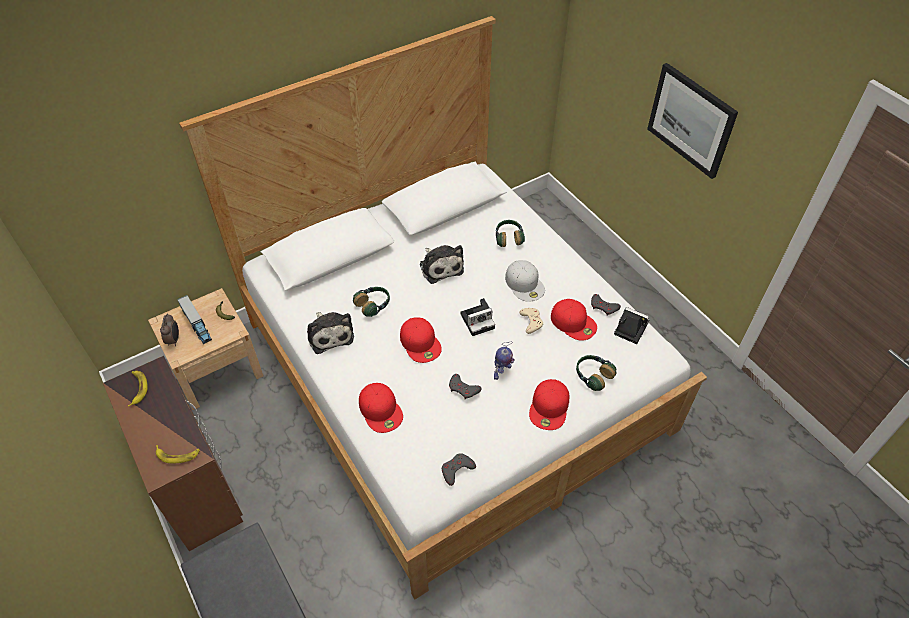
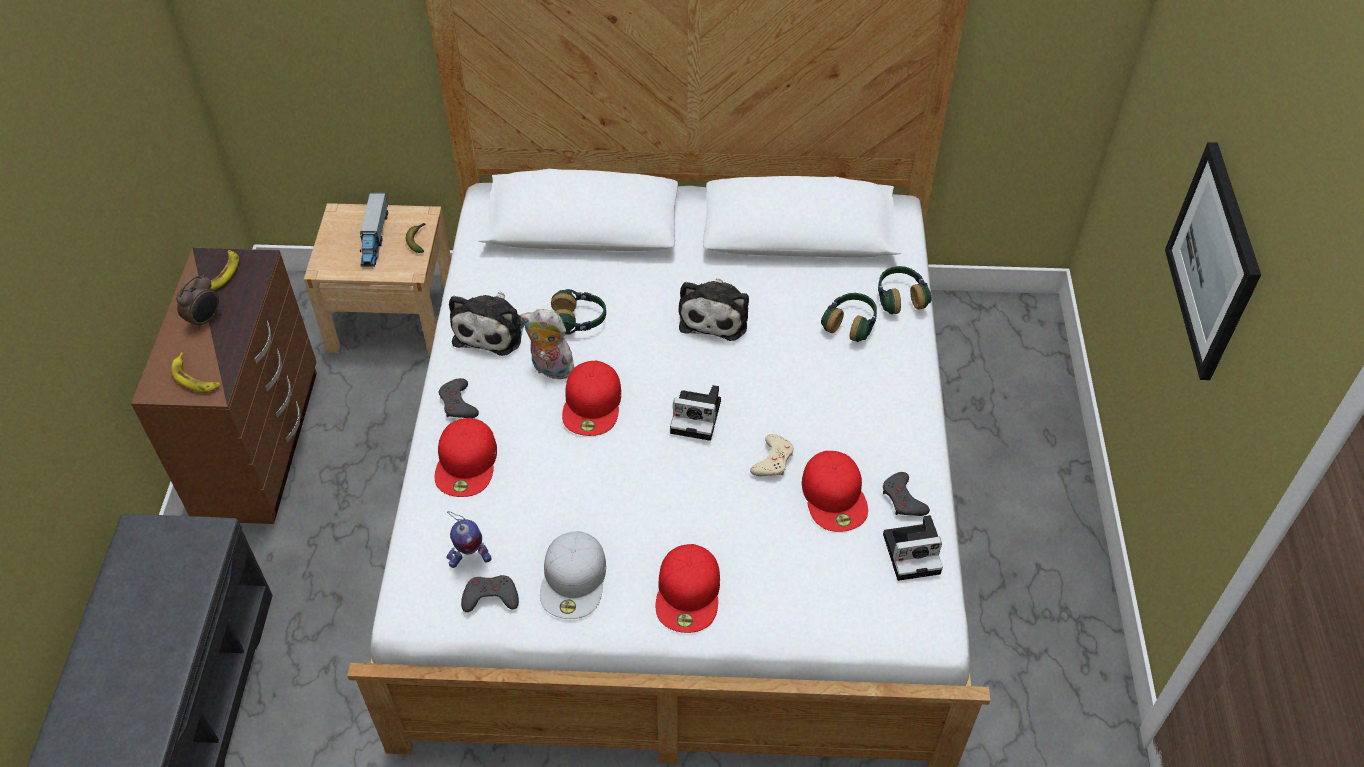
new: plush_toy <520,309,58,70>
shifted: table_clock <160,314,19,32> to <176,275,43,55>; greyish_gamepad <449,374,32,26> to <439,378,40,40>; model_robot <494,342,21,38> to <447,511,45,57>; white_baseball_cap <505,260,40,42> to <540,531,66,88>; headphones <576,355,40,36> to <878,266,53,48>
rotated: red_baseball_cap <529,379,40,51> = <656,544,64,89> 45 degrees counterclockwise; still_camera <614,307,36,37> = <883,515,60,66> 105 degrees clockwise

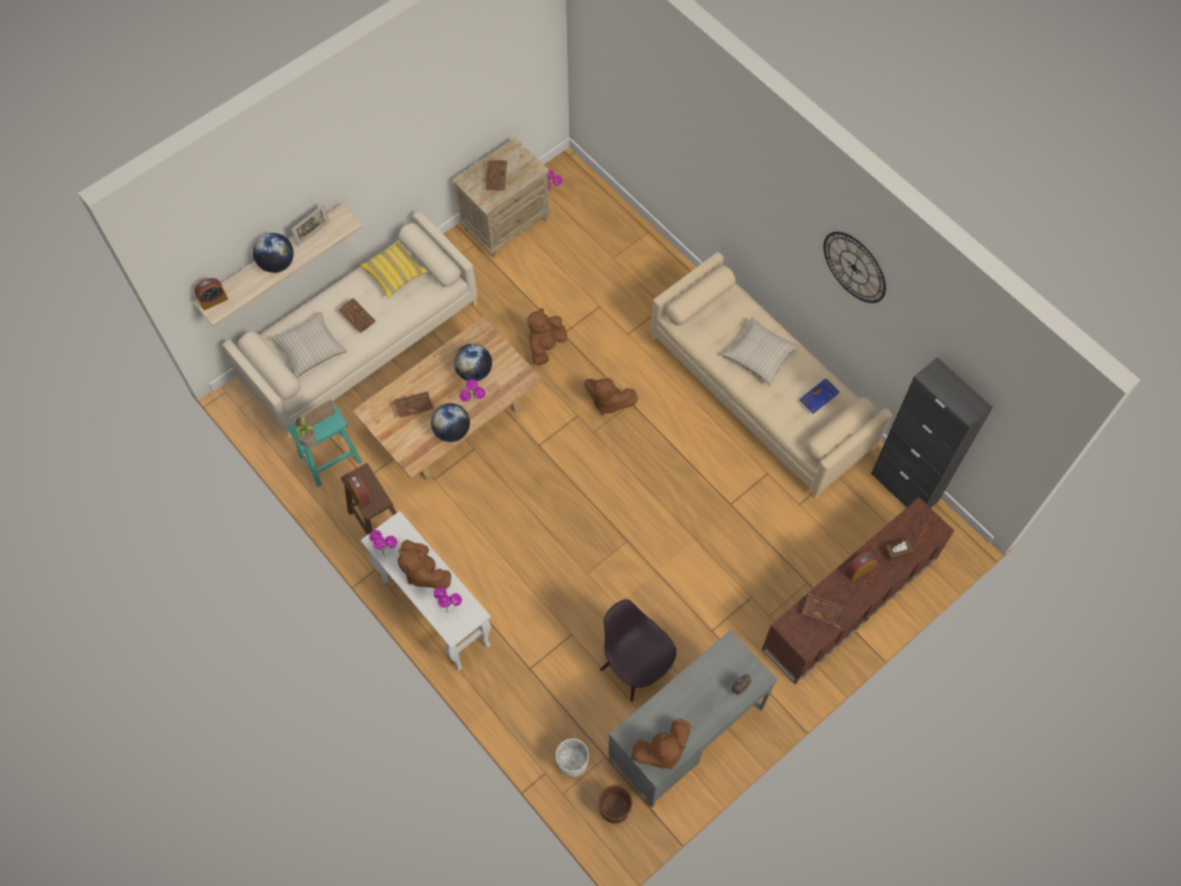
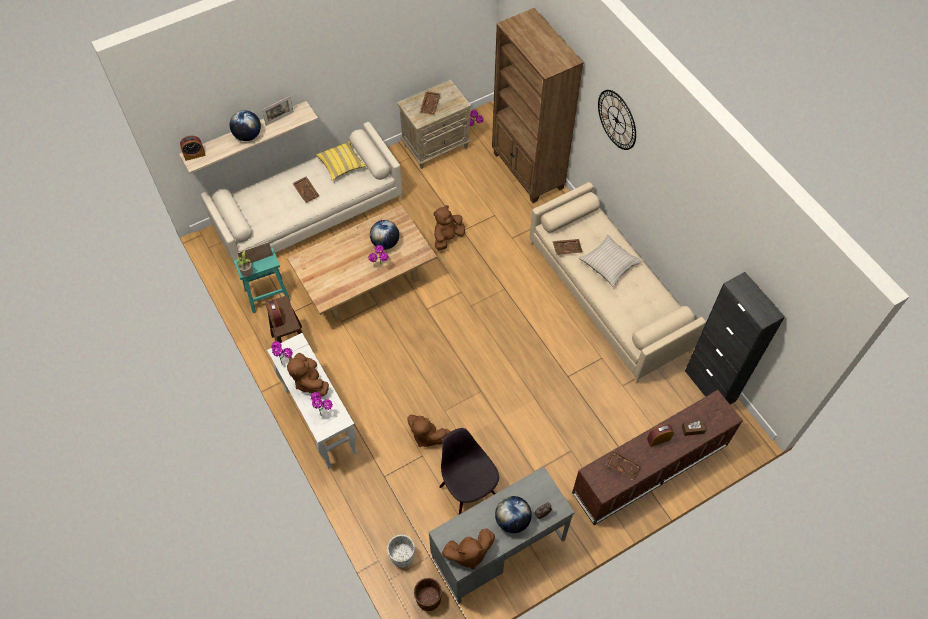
gone: beige-coloured_cushion <271,311,76,66>; blue_serving_tray <799,378,41,36>
new: brown-coloured_bookcase <492,8,92,195>
shifted: brown-coloured_plush_toy <584,378,54,37> to <407,415,43,33>; globe <431,403,39,39> to <495,496,37,37>; brown-coloured_serving_tray <393,391,41,27> to <553,239,30,16>; clock_on_the_wall <823,232,63,71> to <598,90,38,60>

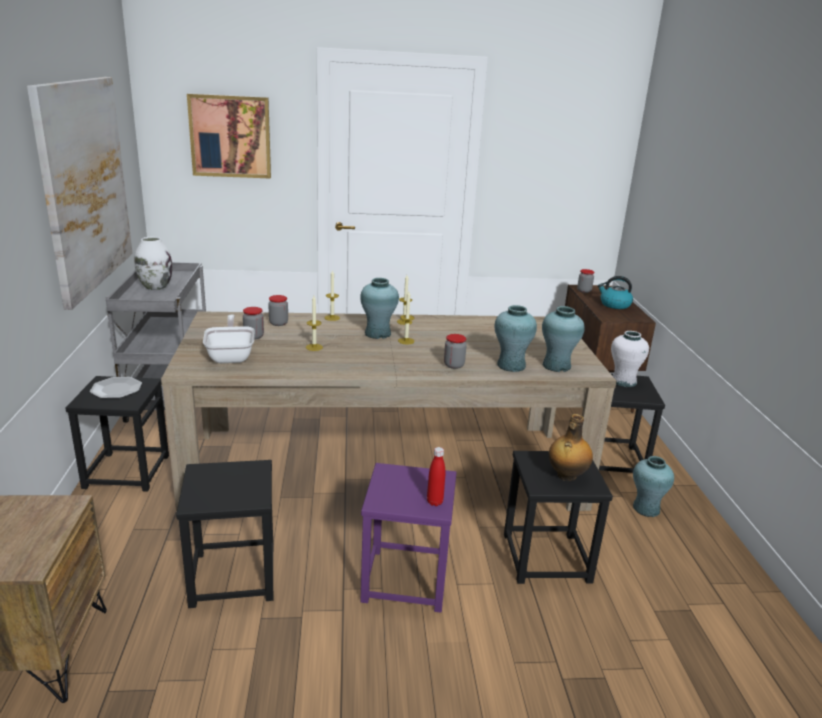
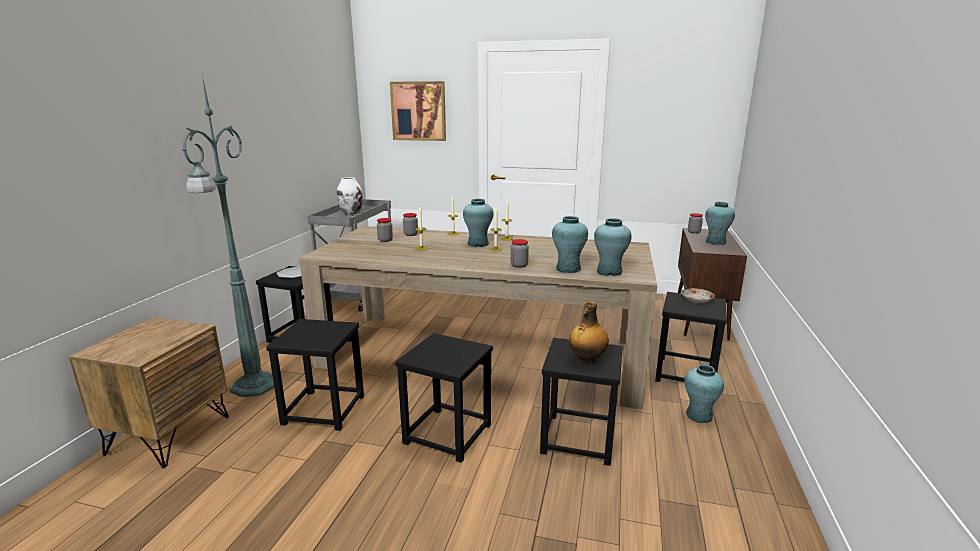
gone: wall_art <27,77,106,233>; skillet <203,315,51,48>; red_drink_bottle <427,447,18,59>
new: greenish_standard_lamp <182,75,92,322>
swapped: white_vase <611,331,38,56> to plate <681,288,34,16>; tea_kettle <598,276,35,33> to turquoise_vase <705,202,30,43>
repainted: purplish_stool_seat <361,463,96,150> to black-coloured_stool_seat <395,333,98,130>

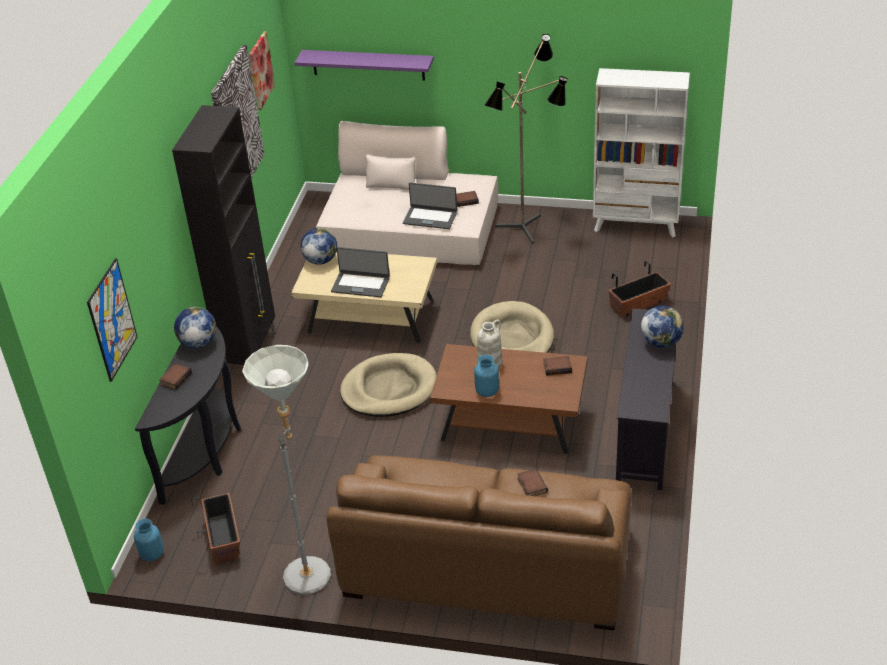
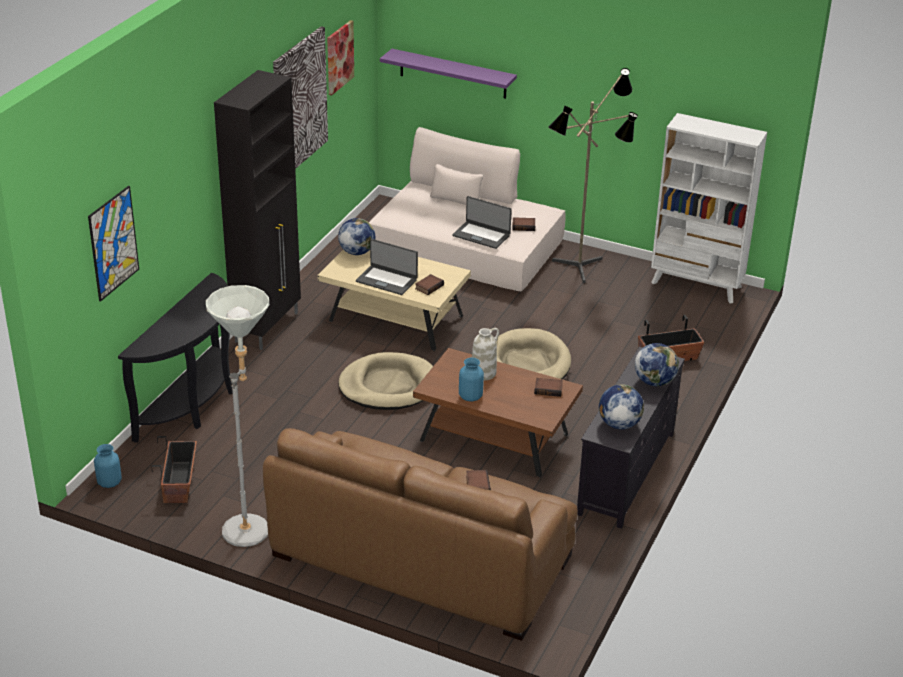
shifted: volume <159,363,33,27> to <415,274,29,21>; globe <174,307,42,41> to <599,384,45,45>

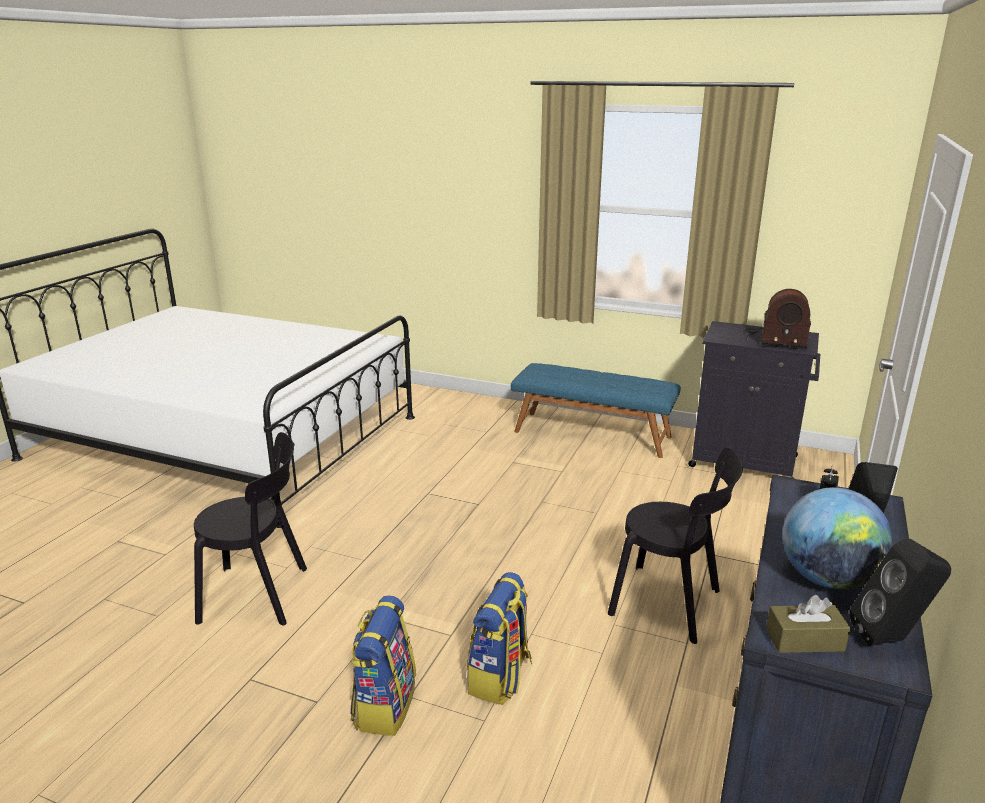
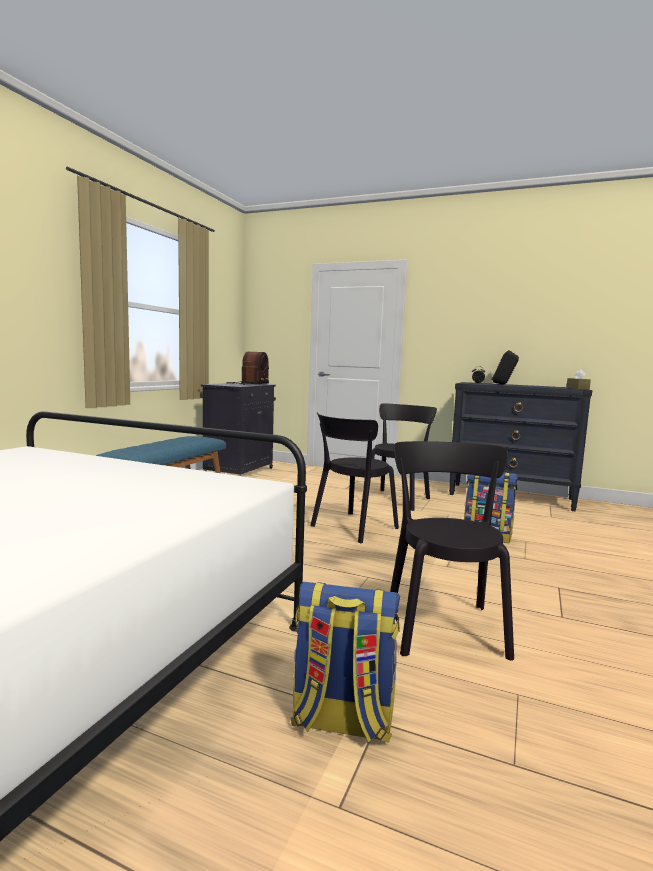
gone: globe <783,487,110,103>; black-coloured_audio_speaker <850,539,101,107>
new: black-coloured_plain_chair <310,413,89,130>
shifted: backpack <350,596,66,140> to <291,582,109,161>

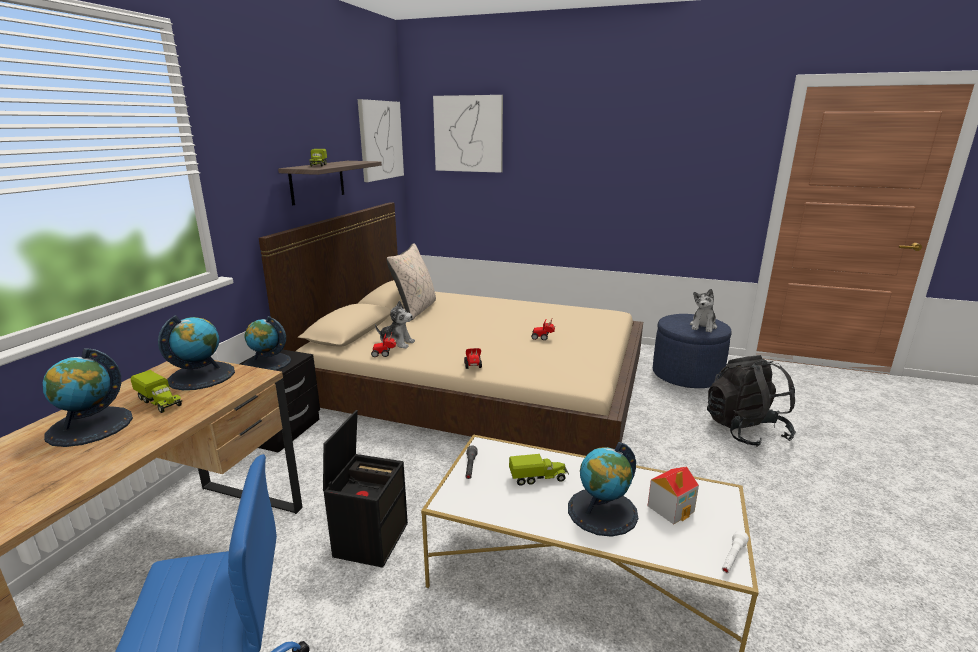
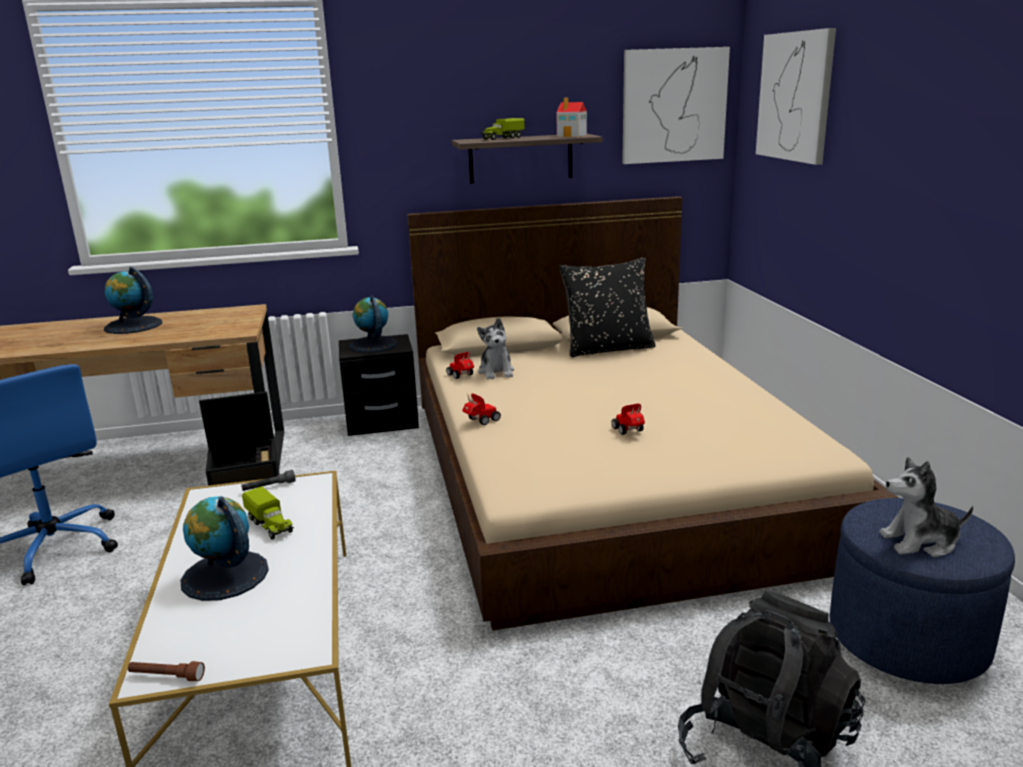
gone: toy_truck <130,370,52,43>; globe <158,315,77,75>
shifted: miniature_house <648,466,51,59> to <556,97,31,40>
repainted: white_torch <722,530,27,43> to brown-coloured_torch <128,661,77,20>; beige-coloured_cushion <387,243,49,77> to black-coloured_cushion <559,257,96,100>

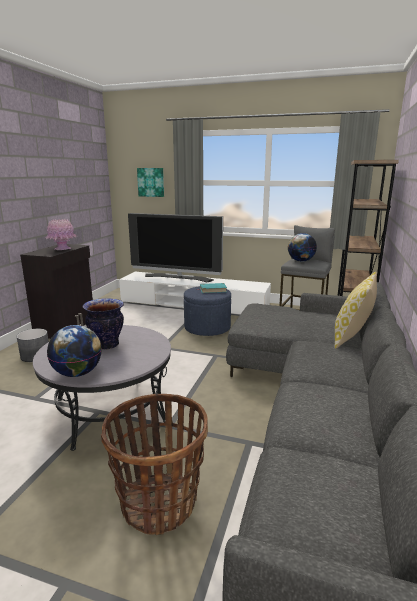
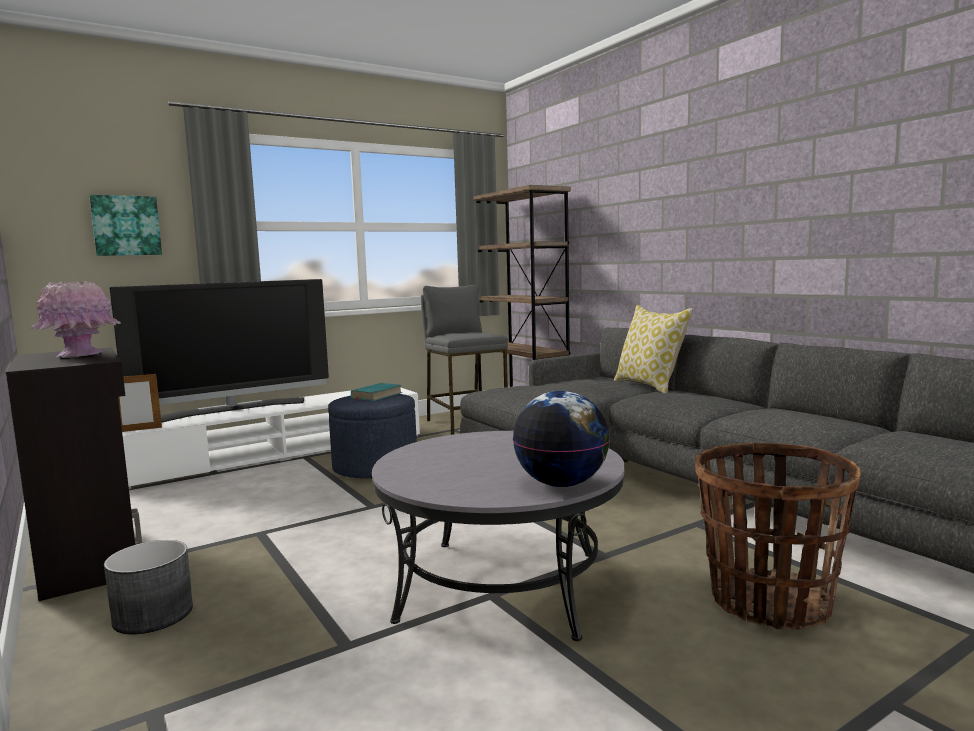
gone: vase <82,298,42,52>; globe <288,233,29,29>
new: picture_frame <118,372,44,60>

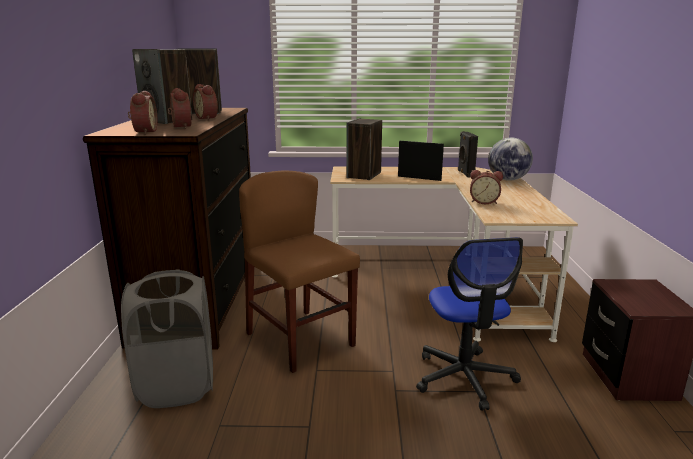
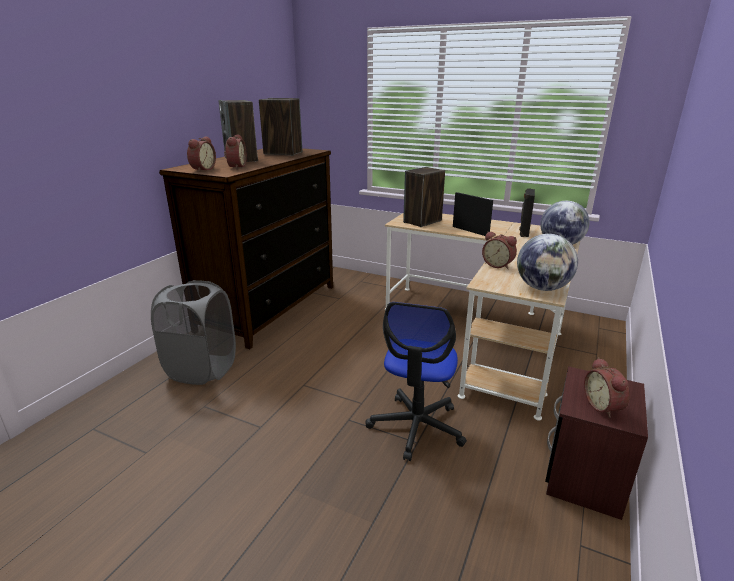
gone: brown-coloured_plain_chair <239,170,121,203>
new: globe <517,234,61,57>
shifted: table_clock <193,84,25,36> to <584,357,46,61>

